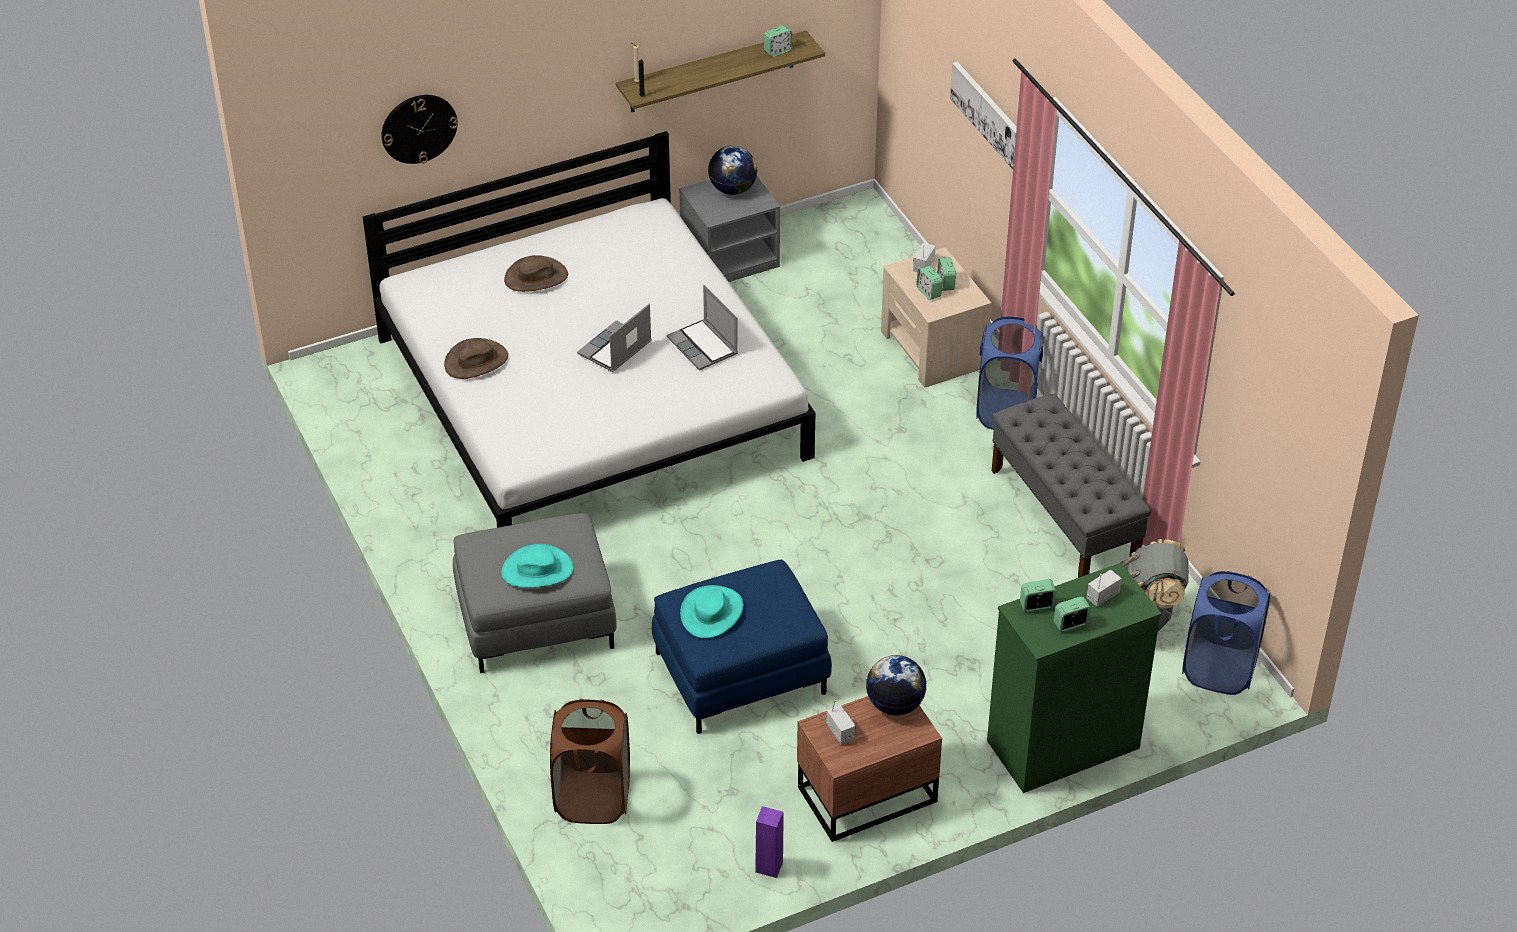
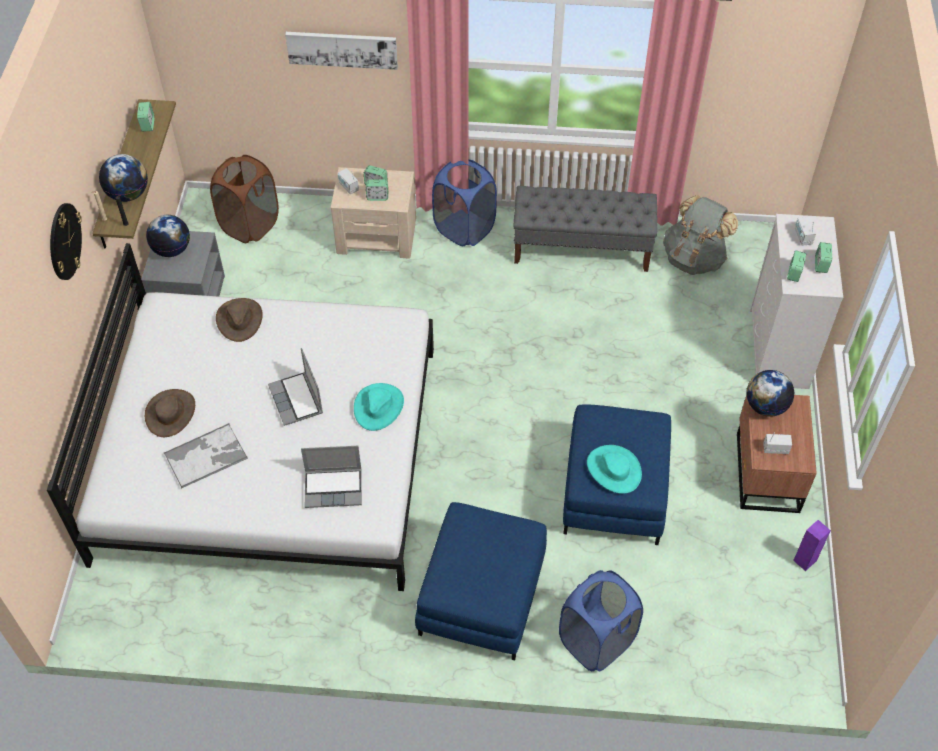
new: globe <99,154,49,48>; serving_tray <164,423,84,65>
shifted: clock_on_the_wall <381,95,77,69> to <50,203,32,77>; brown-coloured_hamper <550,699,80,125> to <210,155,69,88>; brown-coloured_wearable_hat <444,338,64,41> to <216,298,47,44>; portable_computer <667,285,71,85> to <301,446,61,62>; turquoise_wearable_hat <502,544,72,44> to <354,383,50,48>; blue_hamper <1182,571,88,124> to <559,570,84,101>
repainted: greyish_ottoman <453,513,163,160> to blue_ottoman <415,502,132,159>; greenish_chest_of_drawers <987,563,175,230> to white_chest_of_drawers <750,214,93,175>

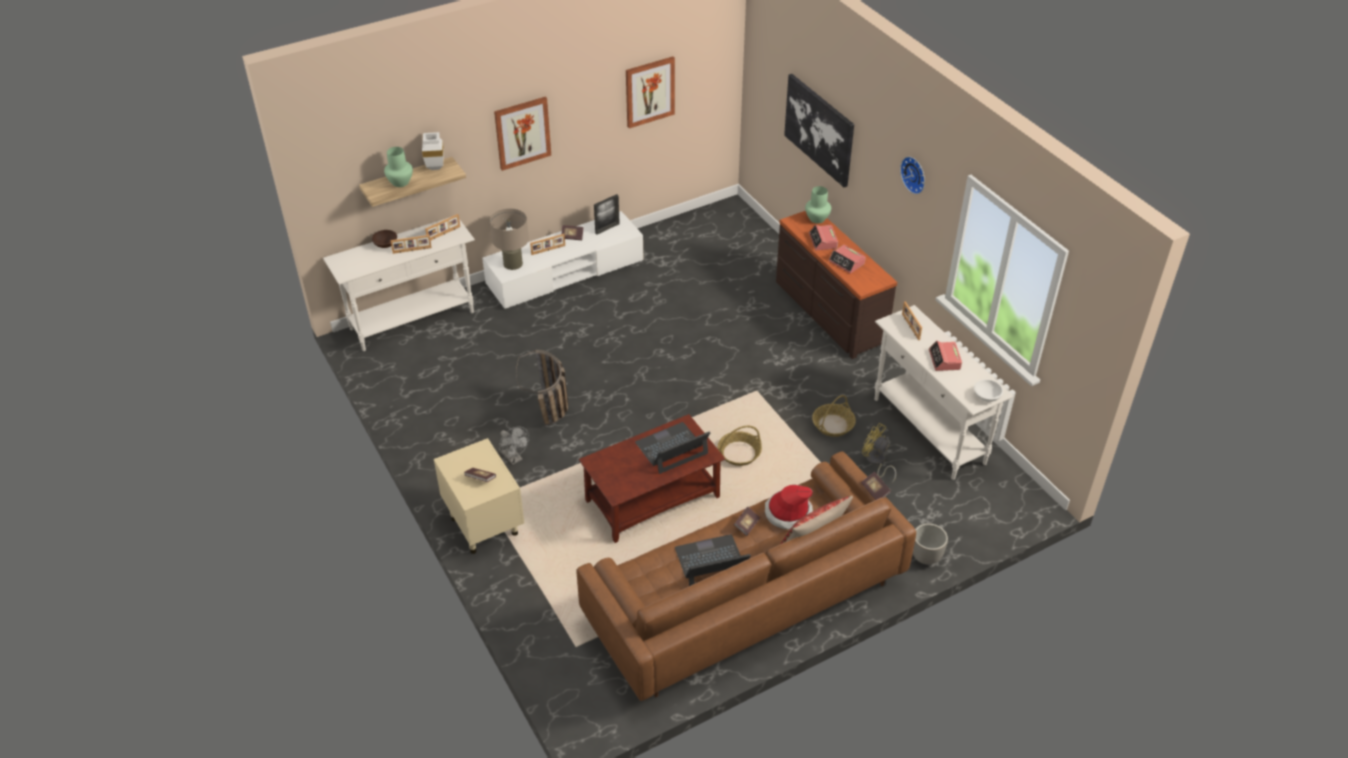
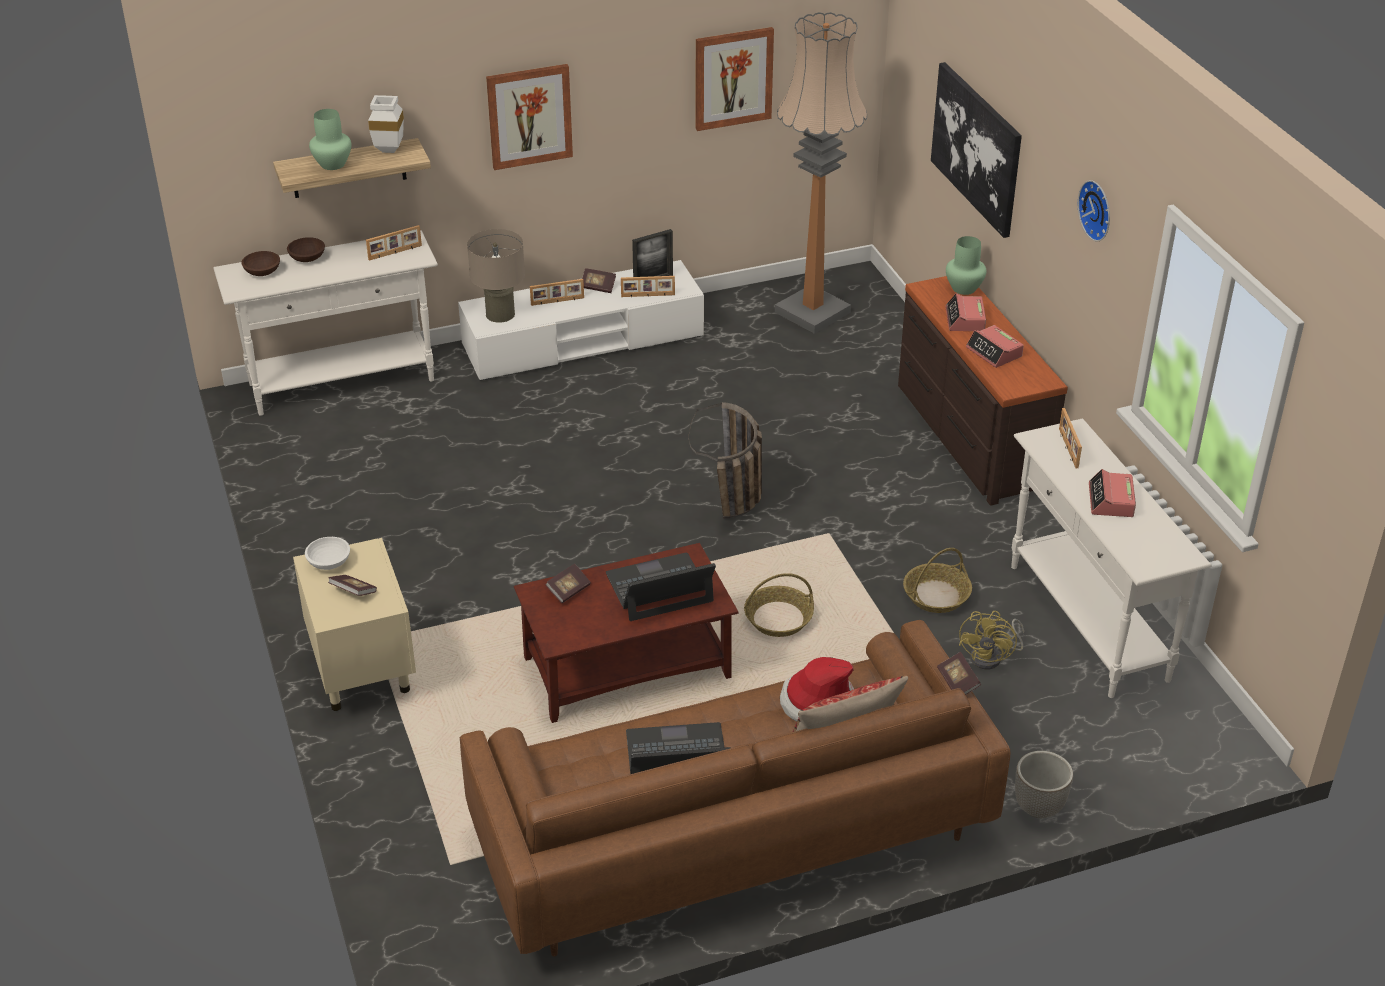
gone: greyish_electric_fan <499,426,30,39>
new: brown-coloured_serving_bowl <241,251,39,25>; standard_lamp <775,12,92,322>
shifted: white_serving_bowl <974,379,29,23> to <305,537,45,33>; volume <734,506,26,30> to <545,563,46,40>; picture_frame <390,235,42,19> to <621,276,54,21>; household_basket <516,350,52,75> to <688,402,74,116>
rotated: yellow-coloured_electric_fan <862,423,34,60> = <959,611,65,58> 120 degrees counterclockwise

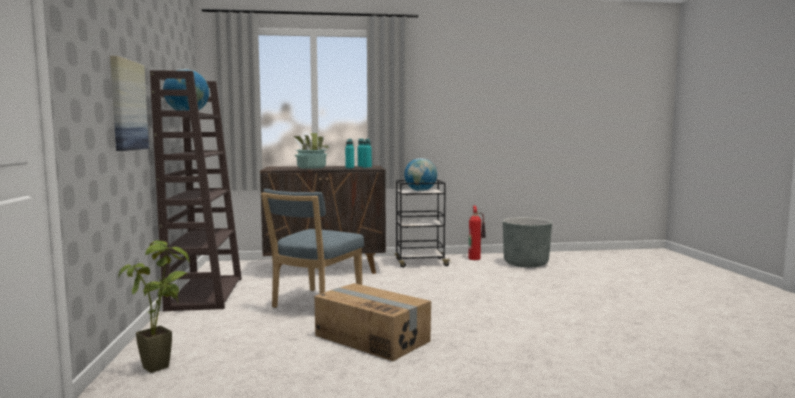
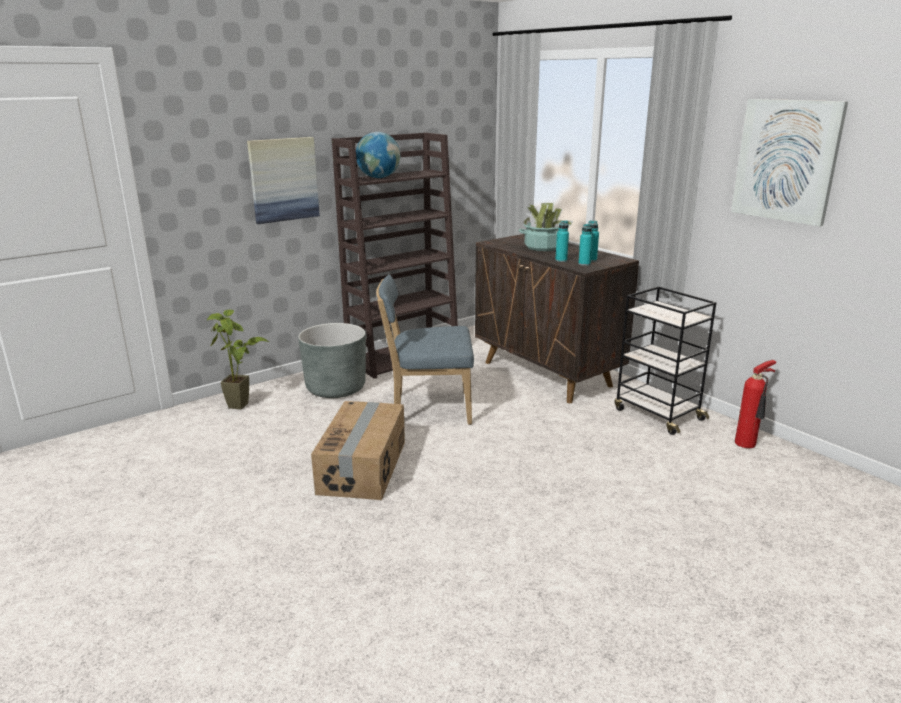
gone: globe <404,158,33,33>
new: wall_art <731,99,117,127>
shifted: greyish_flower_pot <503,217,49,50> to <298,323,68,75>

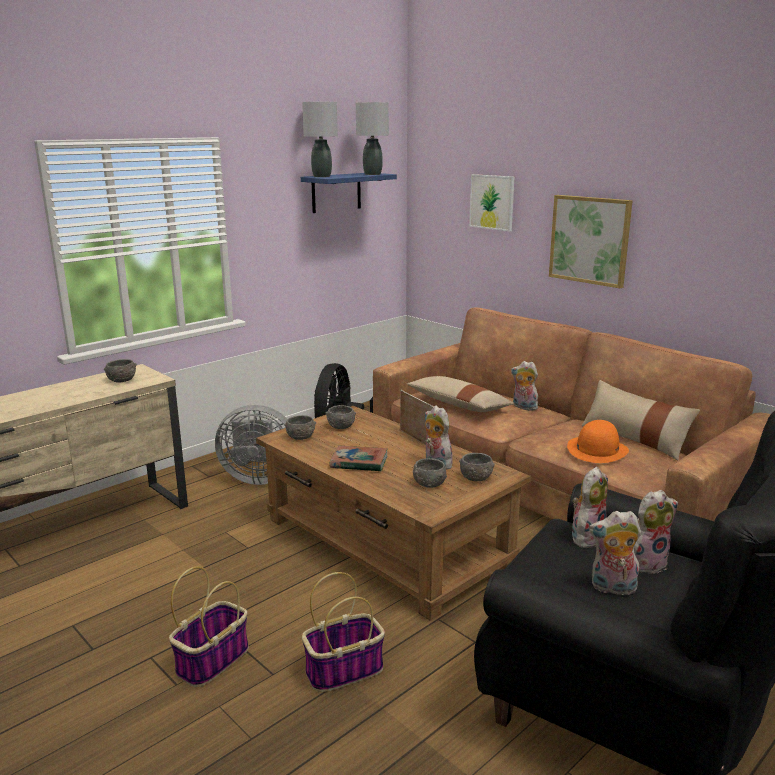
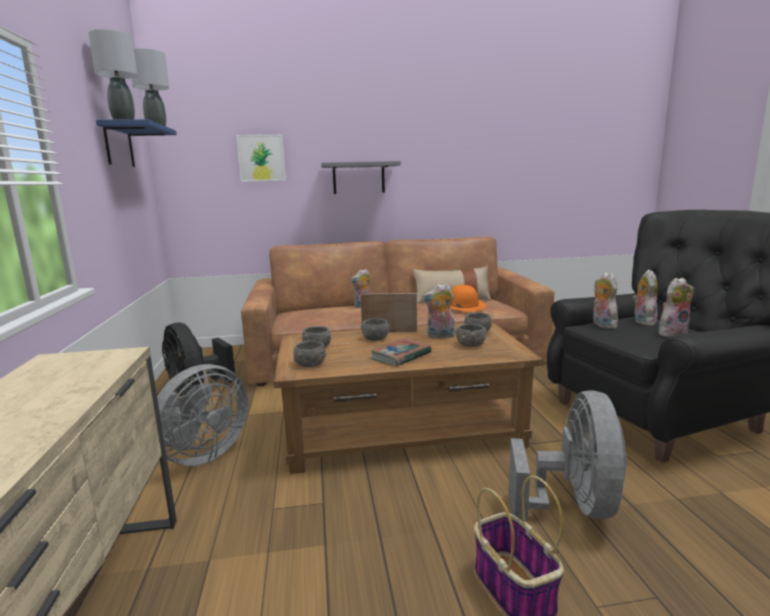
gone: beige-coloured_cushion <407,376,107,36>
shifted: greyish_serving_bowl <104,359,33,24> to <360,318,30,23>
swapped: wall_art <549,195,84,93> to greyish_wall_shelf <321,161,80,33>; household_basket <302,572,83,120> to greyish_electric_fan <508,390,119,132>
rotated: plush_toy <589,511,52,84> = <658,278,36,59> 150 degrees counterclockwise

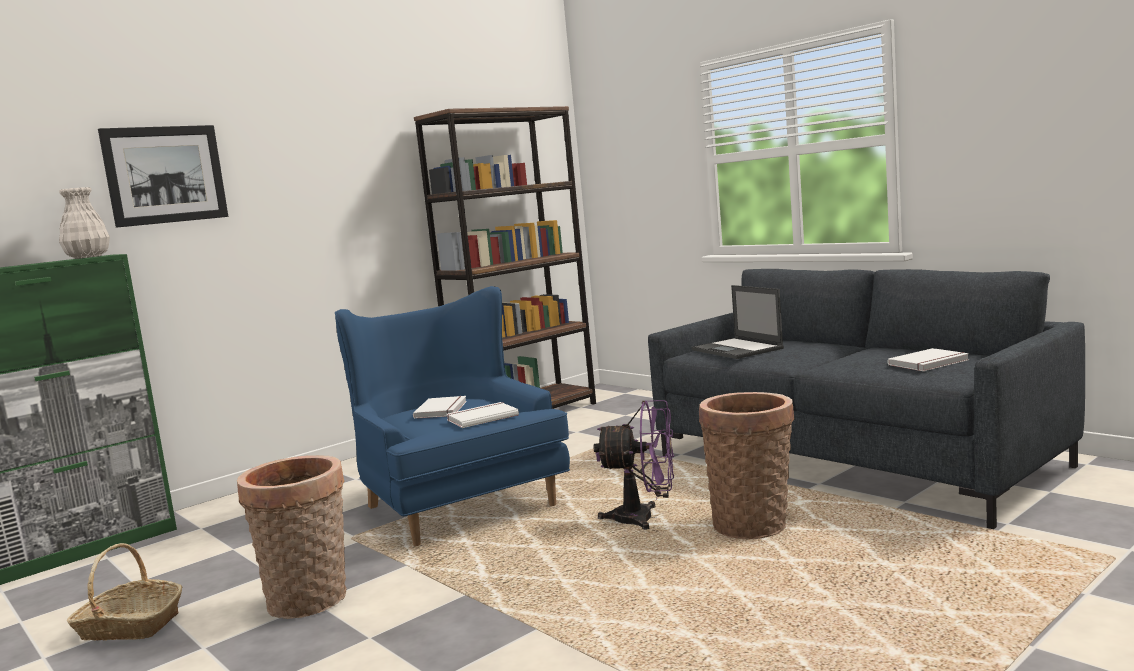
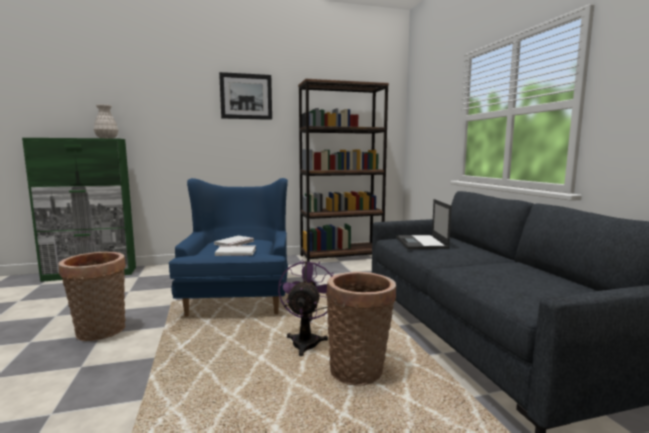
gone: household_basket <67,543,115,98>; white_volume <887,348,82,23>
shifted: wall_art <98,125,130,103> to <219,72,53,48>
rotated: purplish_electric_fan <594,400,80,130> = <278,259,56,97> 120 degrees counterclockwise

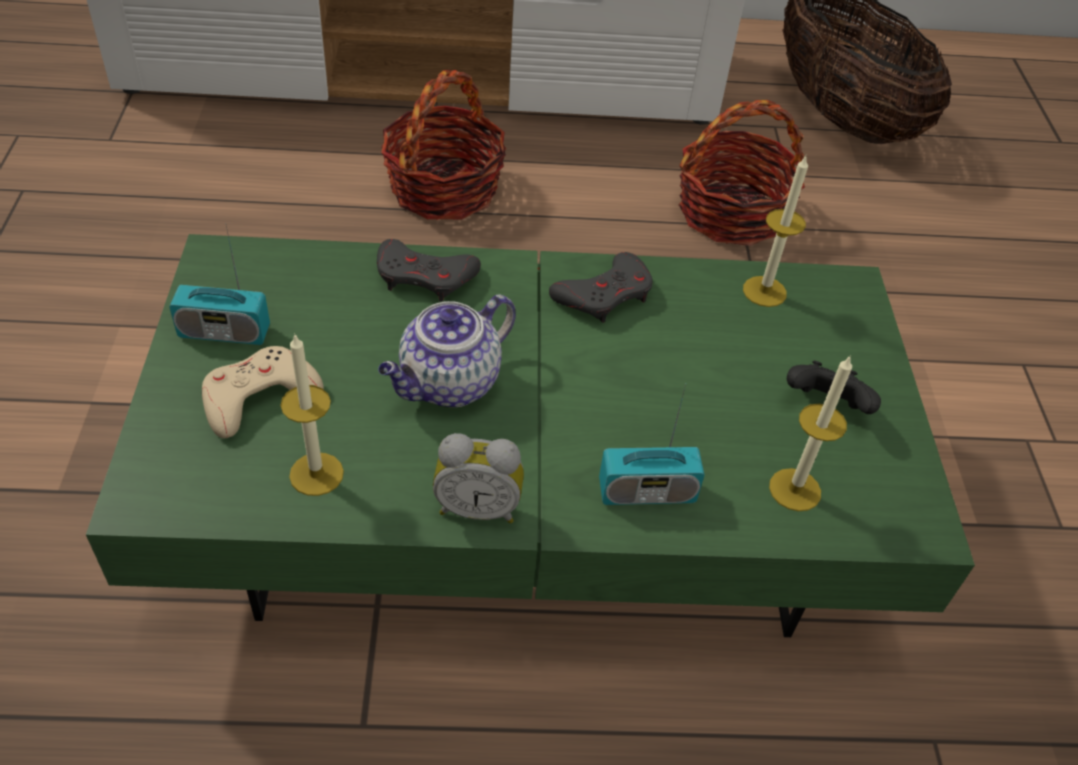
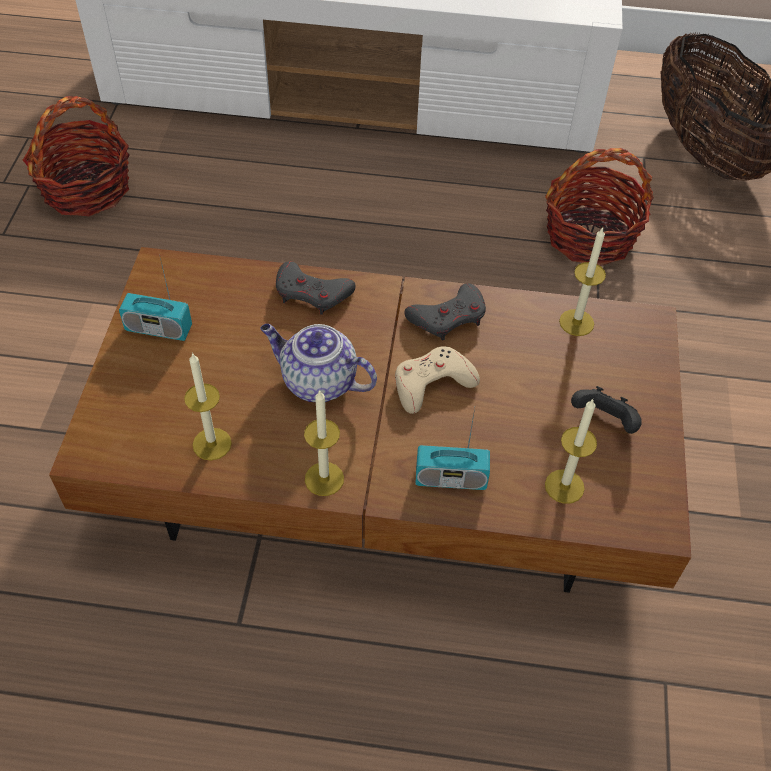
shifted: household_basket <381,70,125,150> to <23,96,107,120>; beige-coloured_gamepad <202,346,122,92> to <395,346,85,68>
swapped: table_clock <433,433,91,91> to candle <304,391,40,105>
repainted: greenish_coffee_table <86,234,889,403> to brown-coloured_coffee_table <49,247,642,346>
rotated: pot_for_tea <378,294,138,113> = <260,324,117,78> 60 degrees clockwise

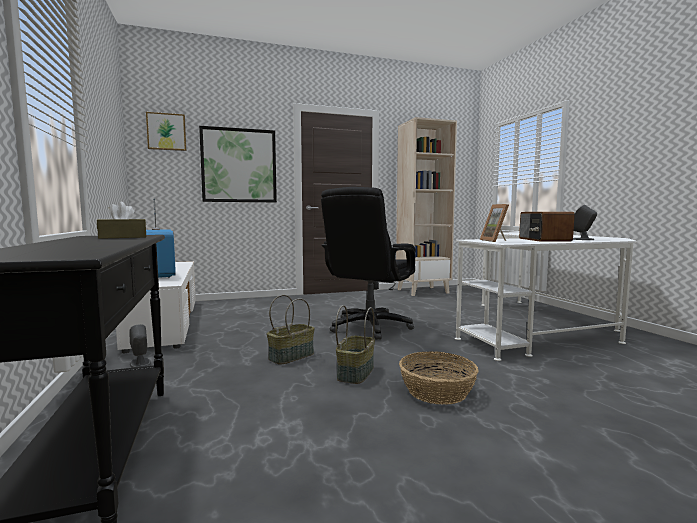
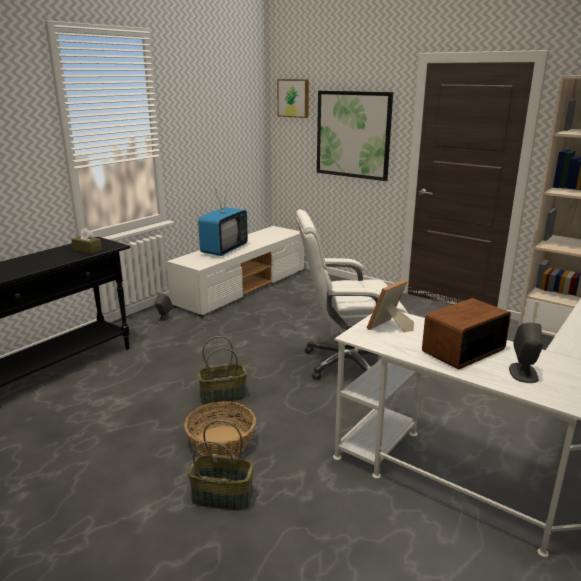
shifted: household_basket <267,295,48,70> to <188,420,66,90>
repainted: black-coloured_office_chair <321,187,95,153> to white_office_chair <296,209,112,171>

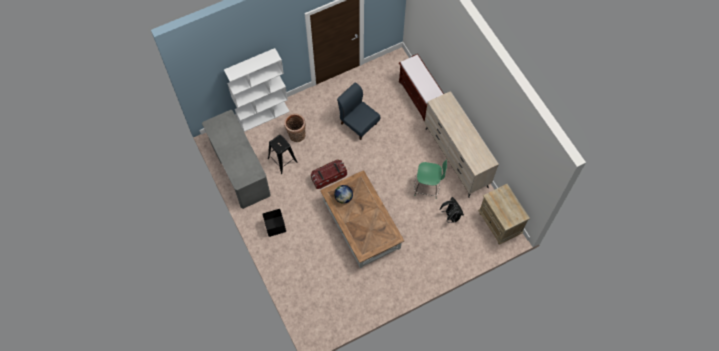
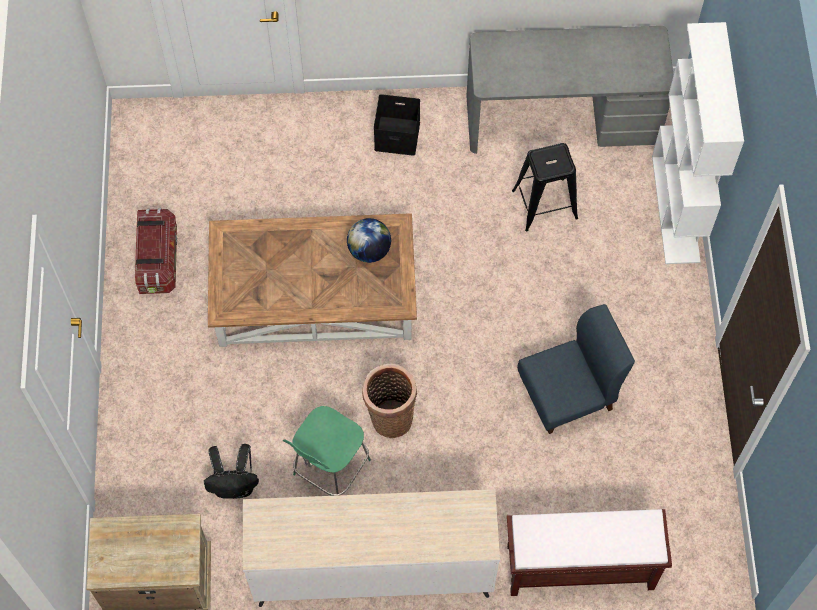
shifted: storage_bin <311,160,36,29> to <135,208,42,86>; household_basket <284,113,22,29> to <362,364,55,74>

